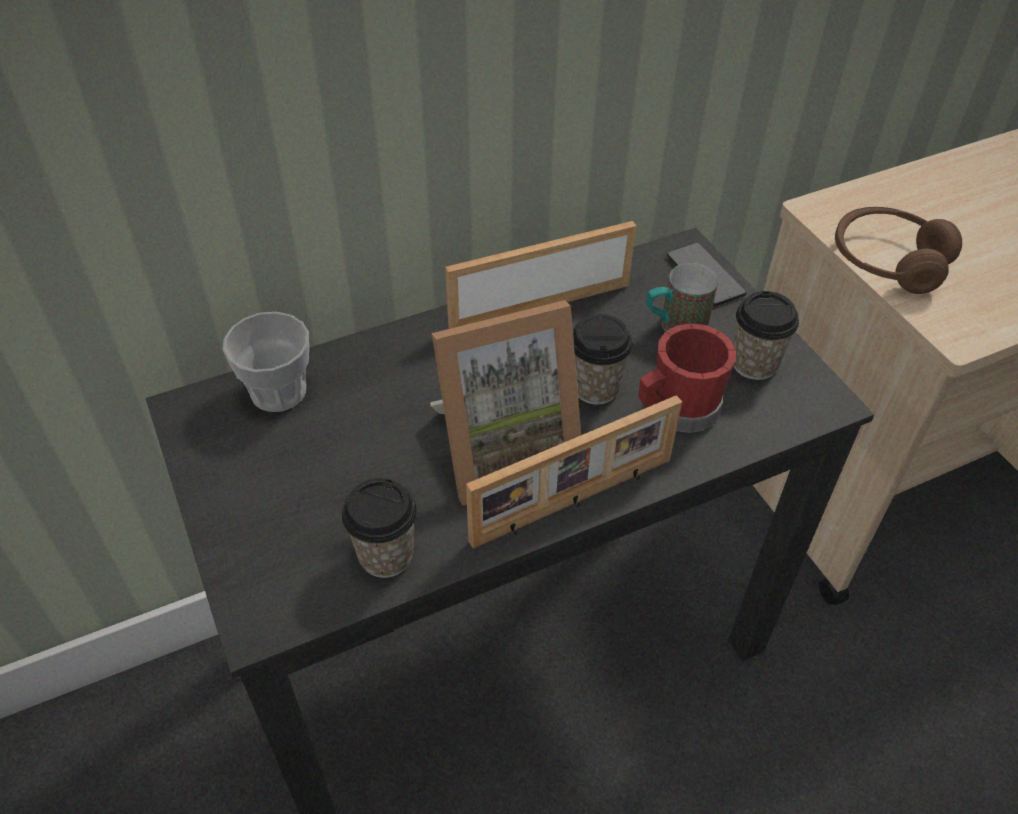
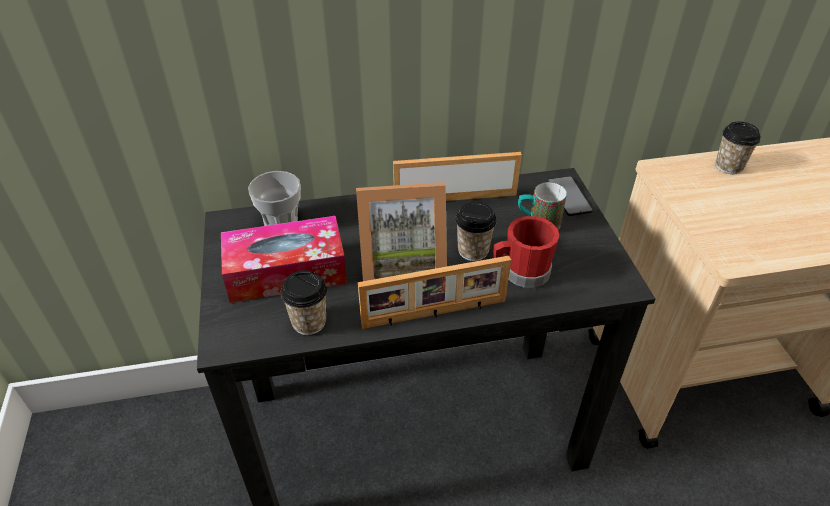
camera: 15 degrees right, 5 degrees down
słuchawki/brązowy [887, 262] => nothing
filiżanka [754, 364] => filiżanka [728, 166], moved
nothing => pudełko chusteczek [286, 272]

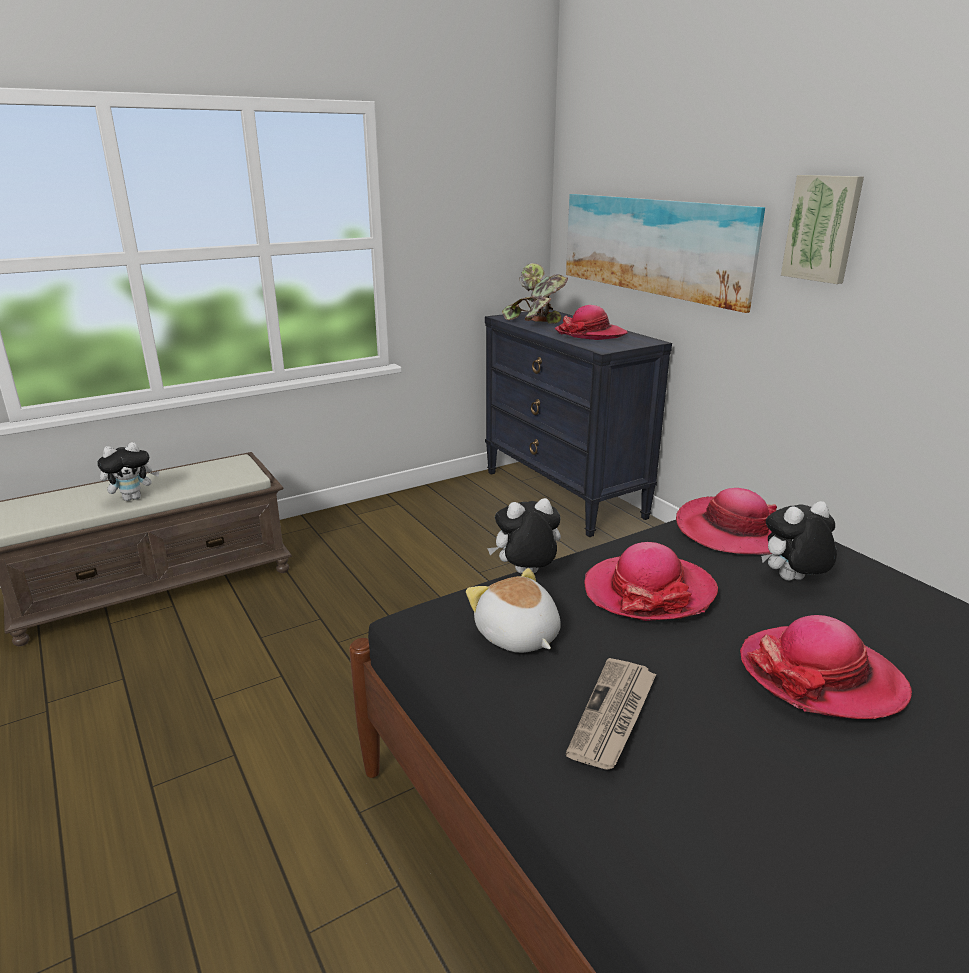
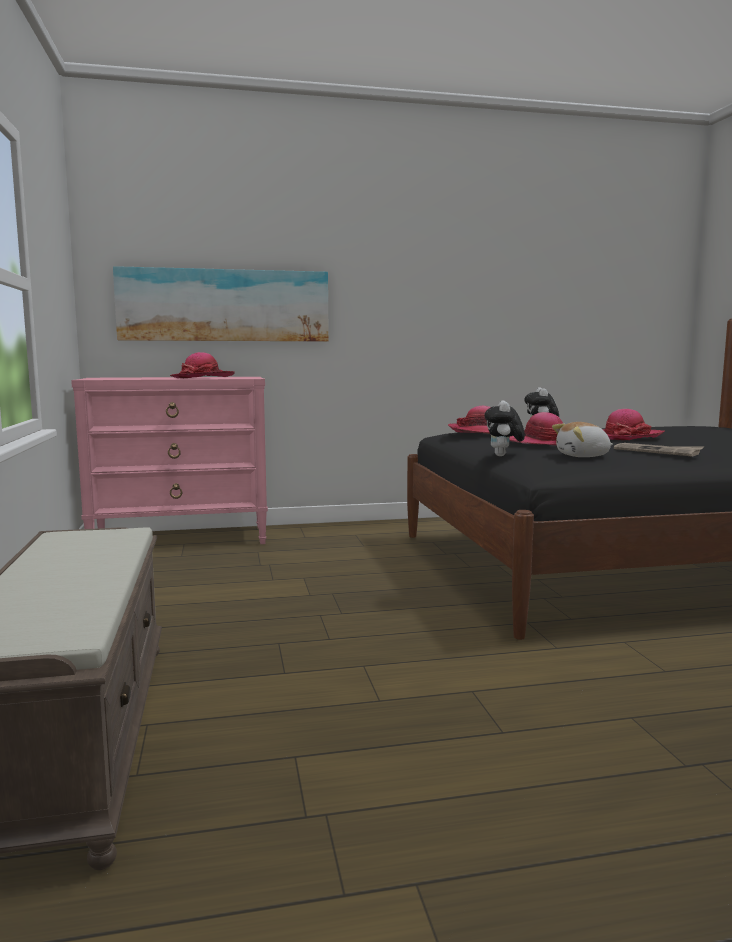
camera: 70 degrees left, 15 degrees down
obraz [822, 228] => nothing
roślina doniczkowa [535, 322] => nothing
komoda/czarny [564, 494] => komoda/różowy [181, 539]
pluszak [133, 498] => nothing

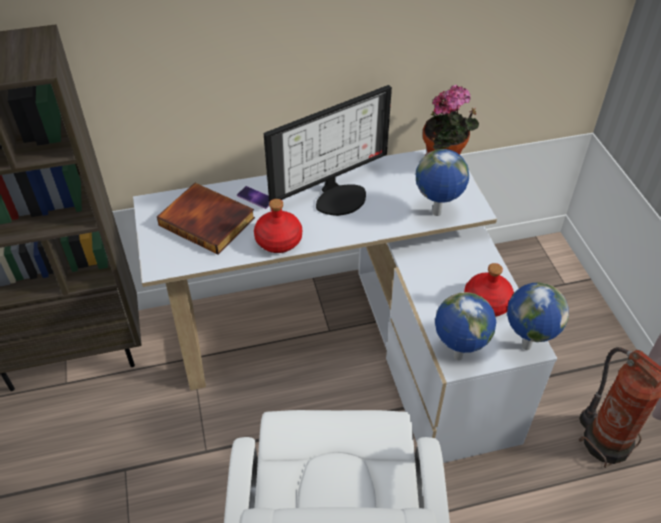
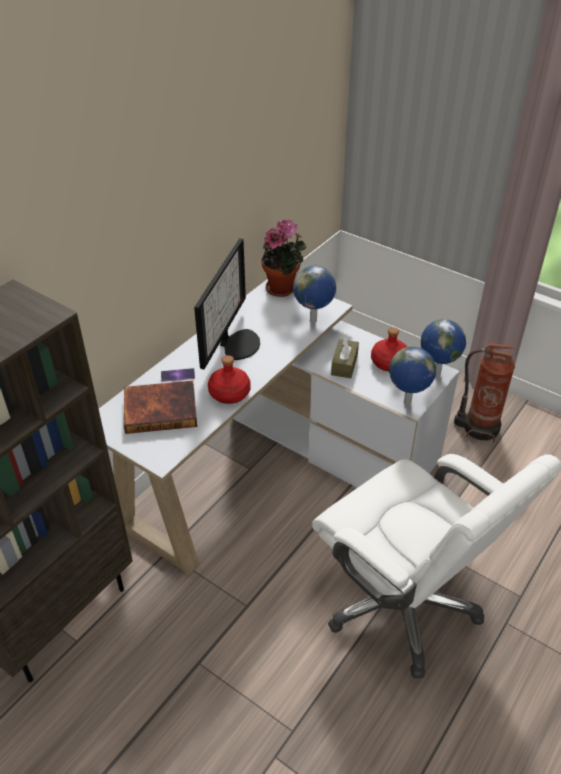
camera: 40 degrees left, 5 degrees down
nothing => pudełko chusteczek/brązowy [344, 364]

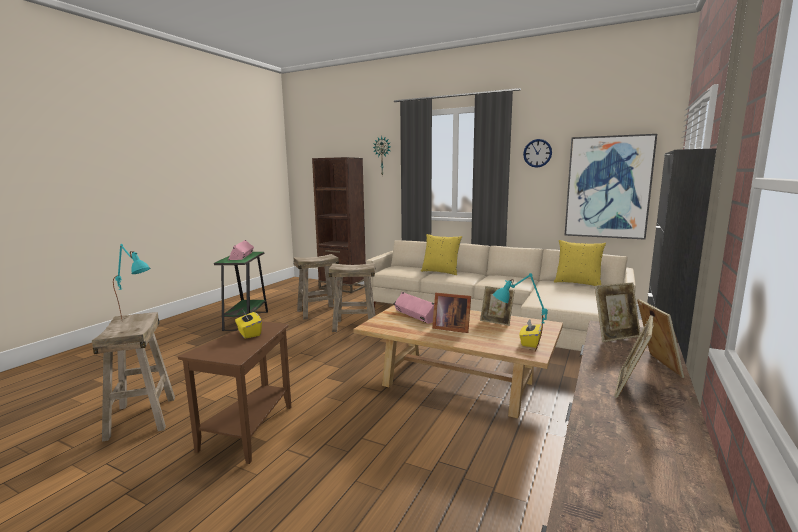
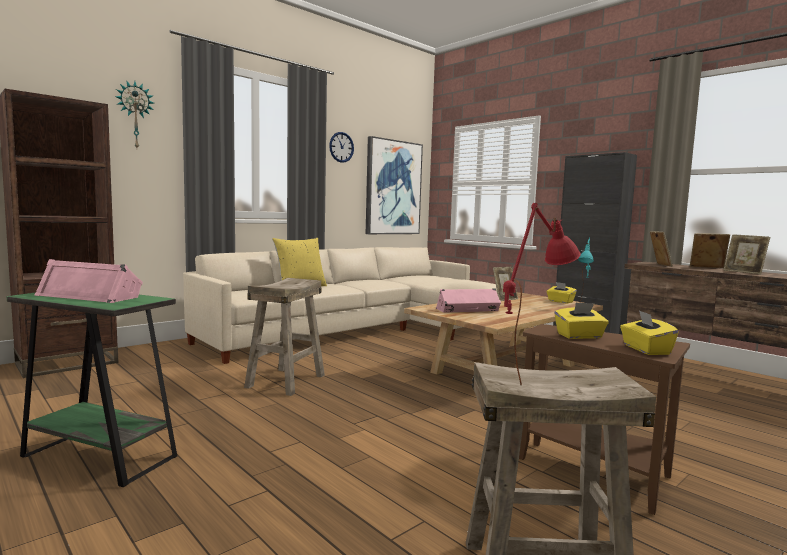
camera: 70 degrees left, 5 degrees down
poduszka/żółty [577, 283] => nothing
lampa stołowa/turkusowy [138, 322] => lampa stołowa/czerwony [532, 374]
stołek/beżowy [319, 312] => nothing
ramka na zdjęcie [450, 328] => nothing
nothing => pudełko chusteczek/żółty [645, 350]

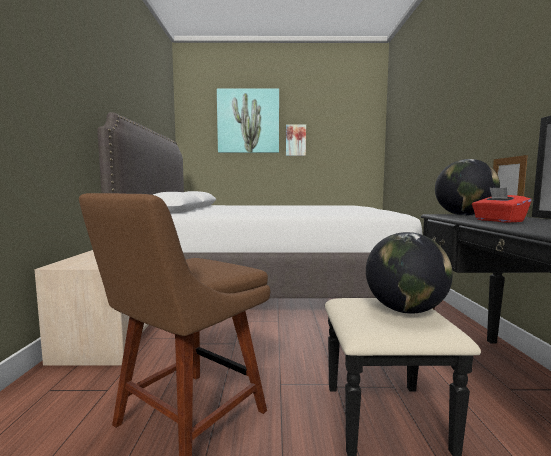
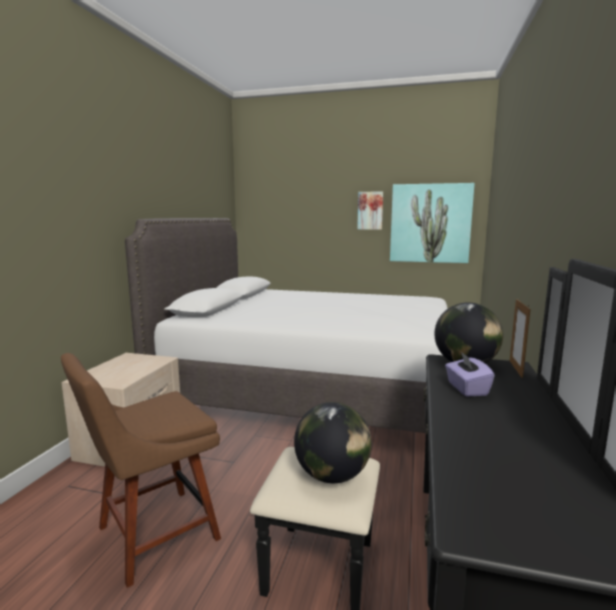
camera: 15 degrees right, 5 degrees up
obraz [248, 121] => obraz [430, 223], moved
pudełko chusteczek/czerwony [498, 221] => pudełko chusteczek/fioletowy [466, 389]

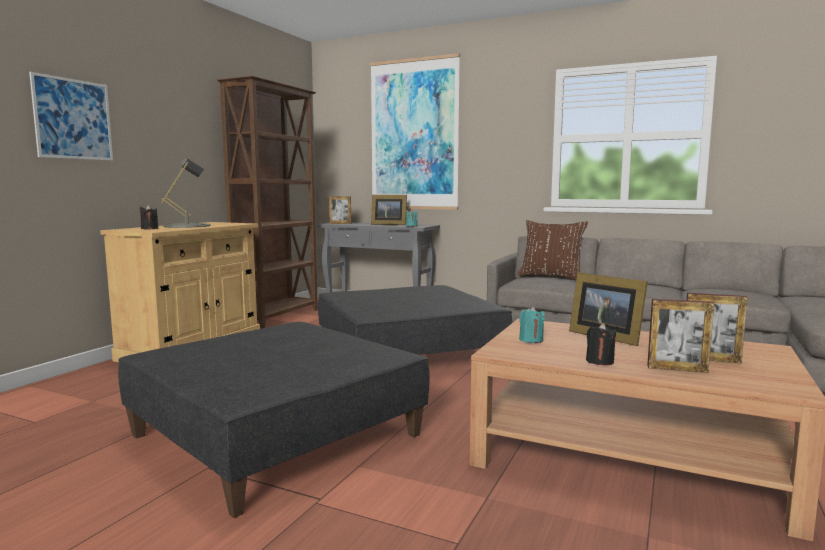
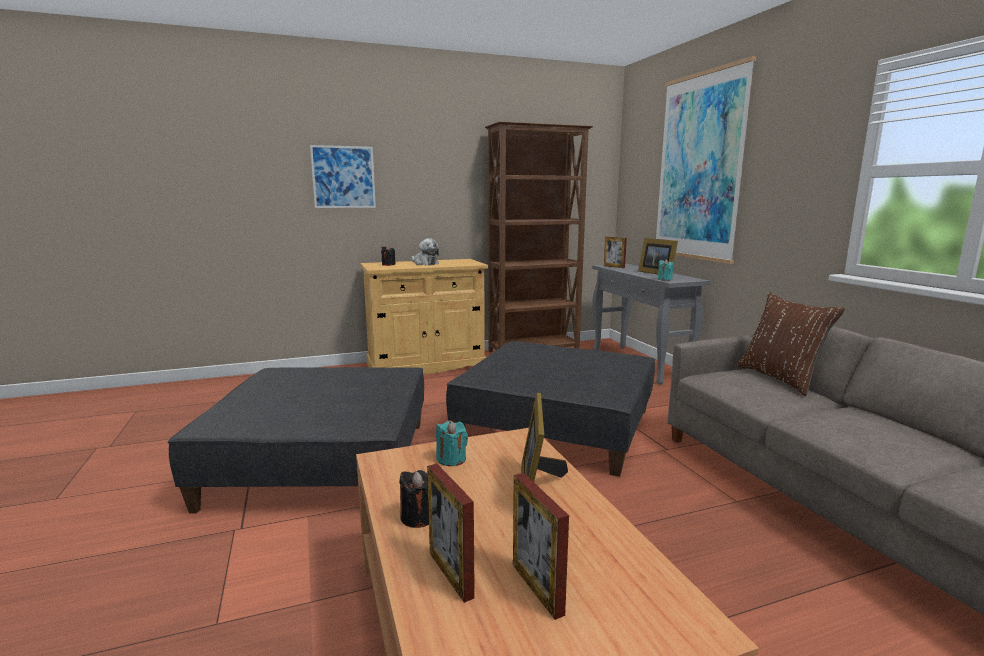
camera: 45 degrees right, 5 degrees up
lampa stołowa/szary [187, 226] => pluszak [424, 263]

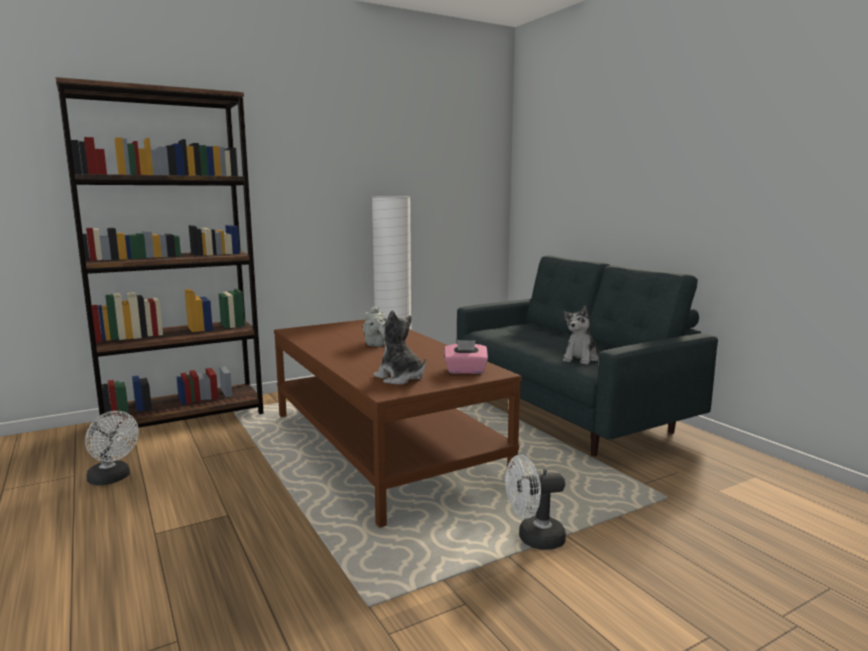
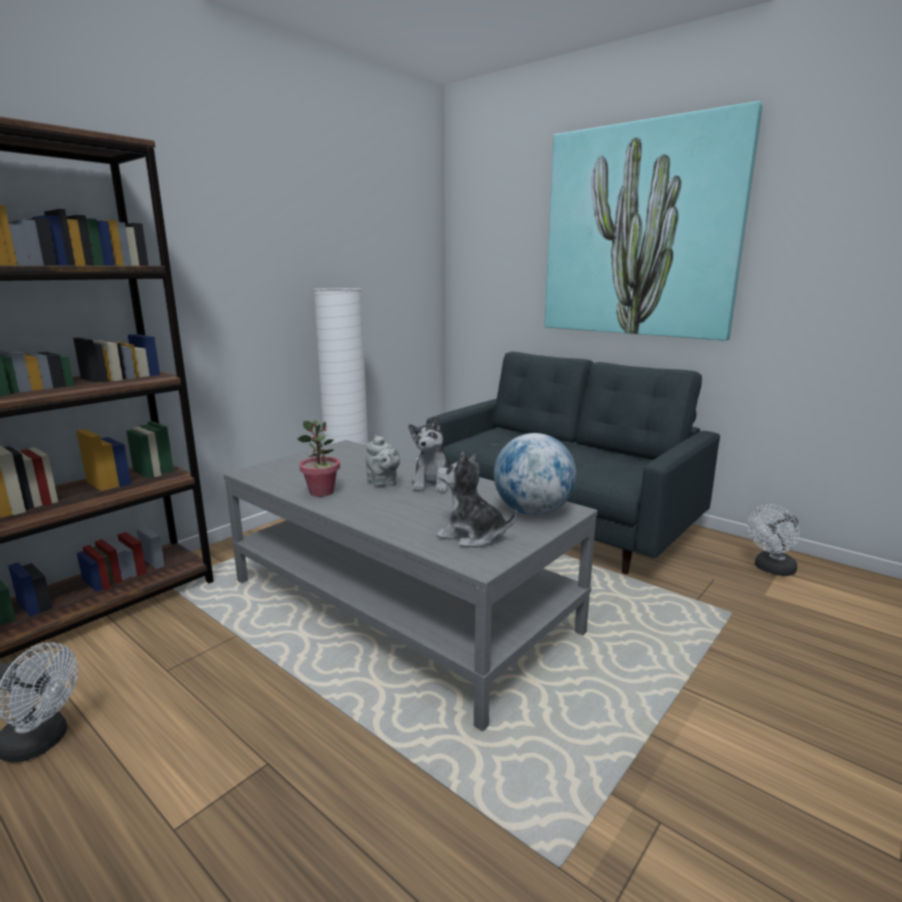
camera: 20 degrees left, 5 degrees up
pluszak [580, 359] => pluszak [434, 483], moved
ława/brązowy [382, 447] => ława/szary [399, 606]
pudełko chusteczek/różowy [465, 371] => globus [532, 512]
wentylator/biały [534, 539] => wentylator/biały [771, 569], moved
nothing => obraz [640, 232]
nothing => roślina doniczkowa [322, 492]

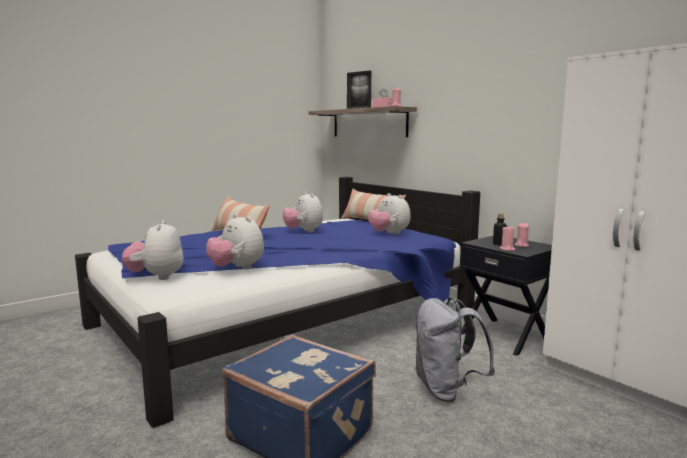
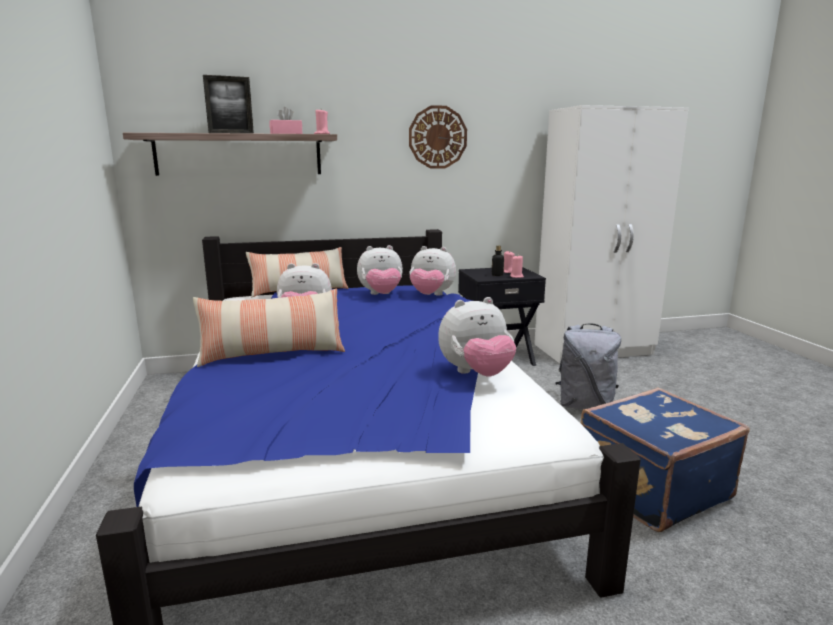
camera: 65 degrees left, 5 degrees up
pluszak [156, 277] => pluszak [431, 295], moved
nothing => zegar ścienny [437, 137]

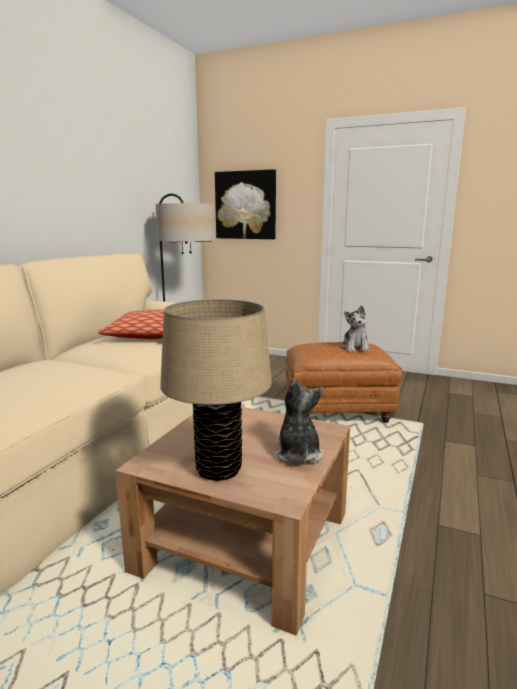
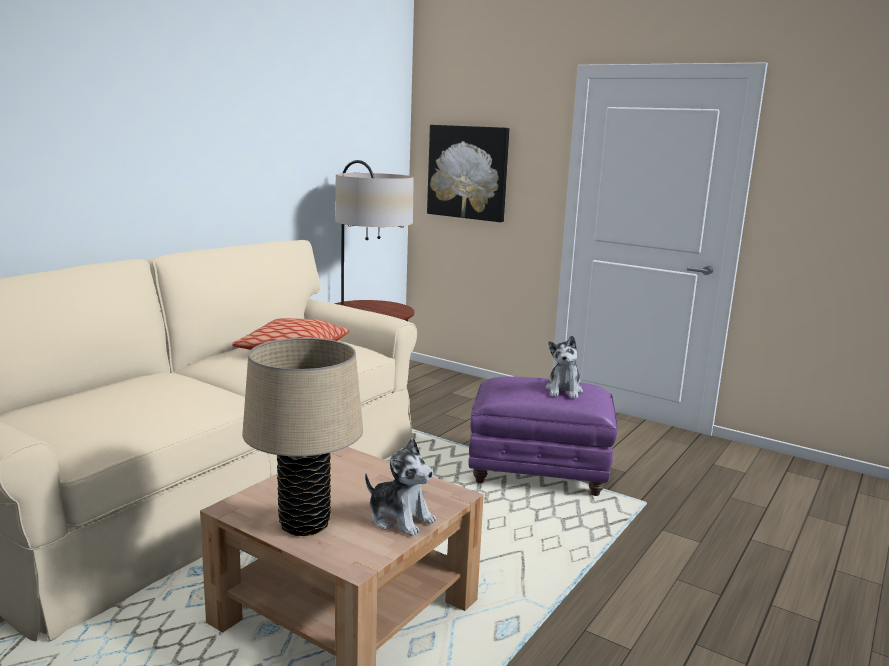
camera: 10 degrees right, 0 degrees up
pufa/brązowy [338, 411] => pufa/fioletowy [539, 472]
pluszak [297, 454] => pluszak [400, 518], 120 degrees clockwise

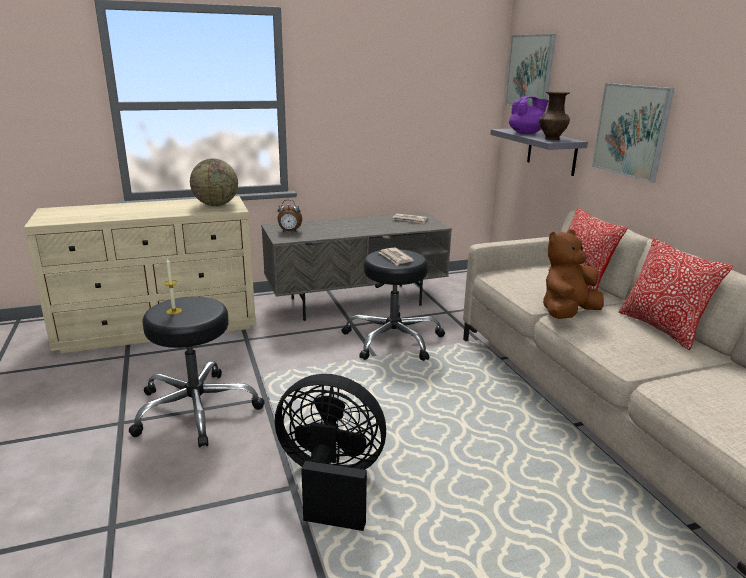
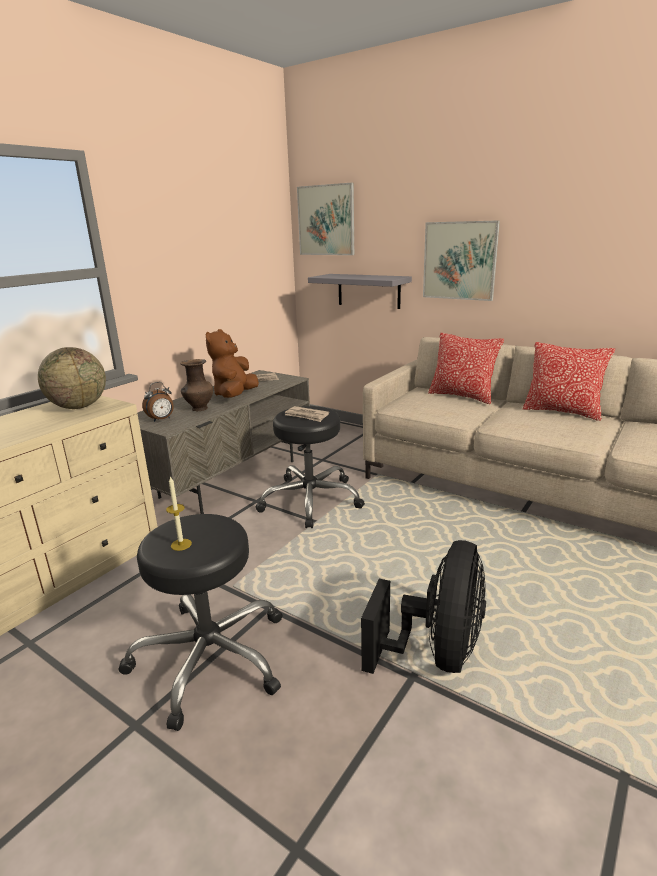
camera: 35 degrees left, 0 degrees up
wazon/brązowy [551, 139] => wazon/brązowy [199, 409], moved
imbryk/fioletowy [526, 133] => nothing
pluszak/brązowy [567, 314] => pluszak/brązowy [235, 395], moved
wentylator/czarny [330, 483] => wentylator/czarny [436, 653], 135 degrees clockwise

